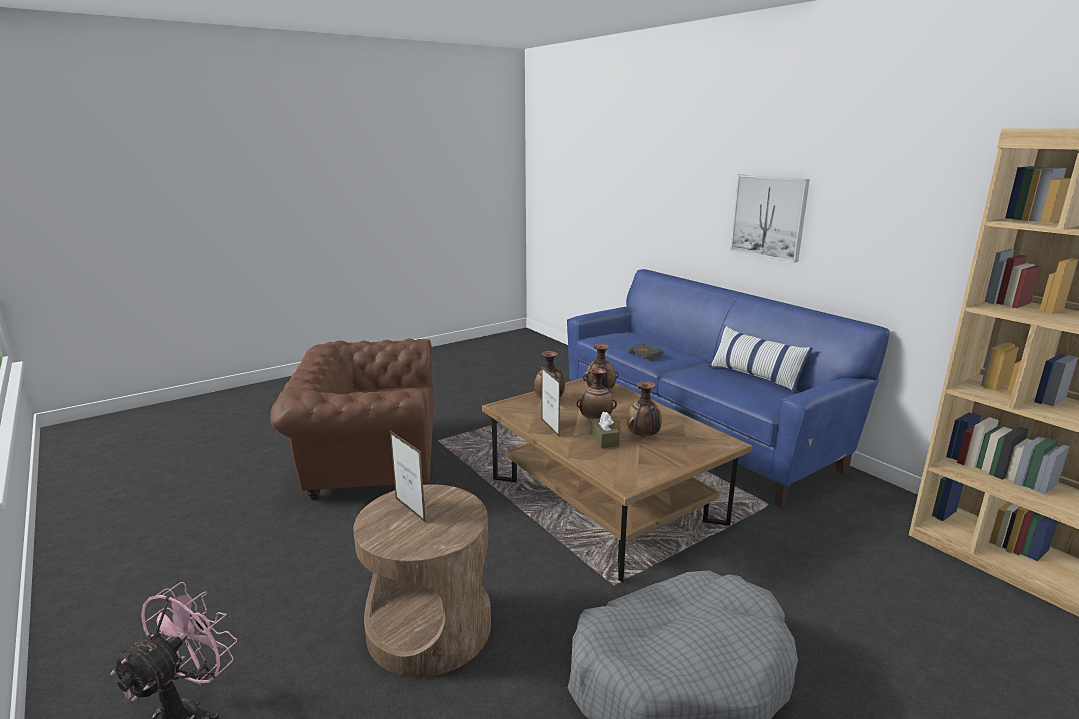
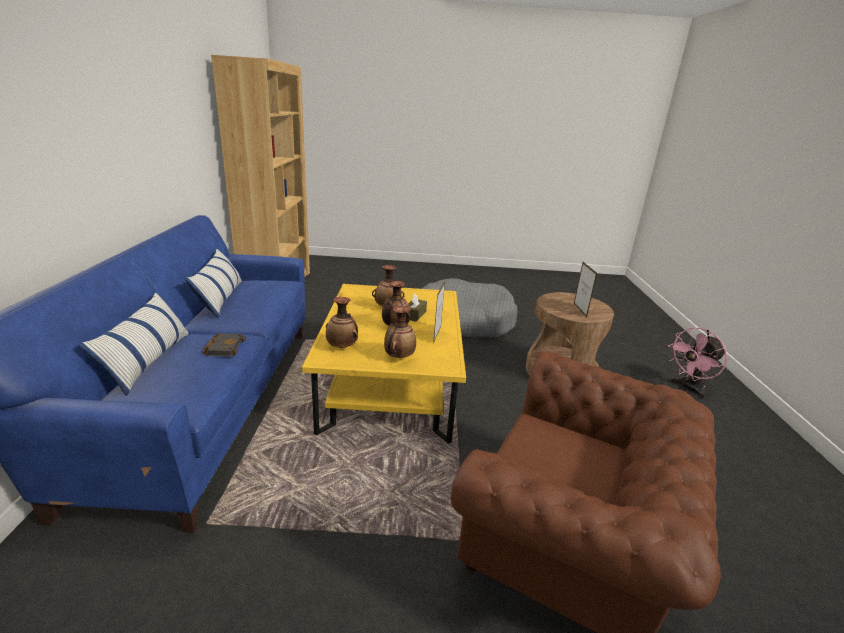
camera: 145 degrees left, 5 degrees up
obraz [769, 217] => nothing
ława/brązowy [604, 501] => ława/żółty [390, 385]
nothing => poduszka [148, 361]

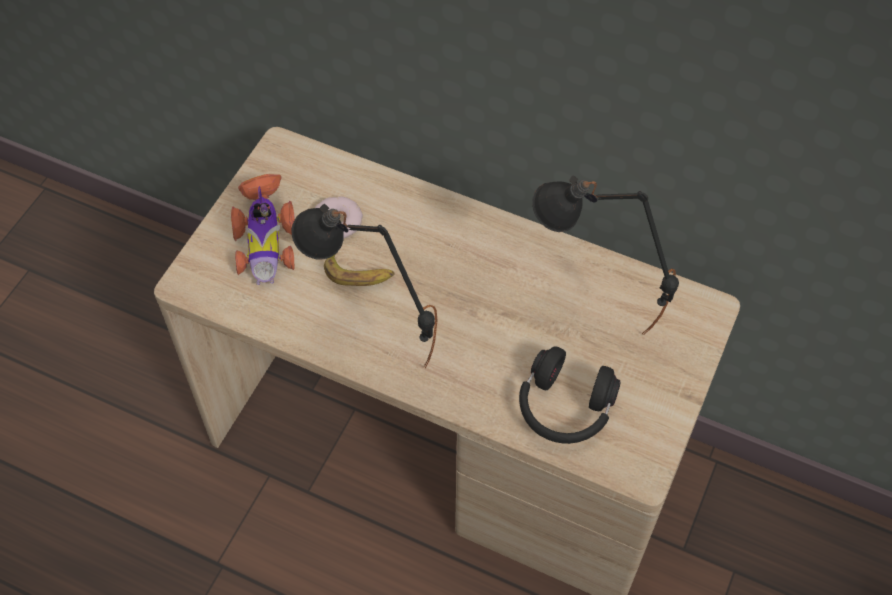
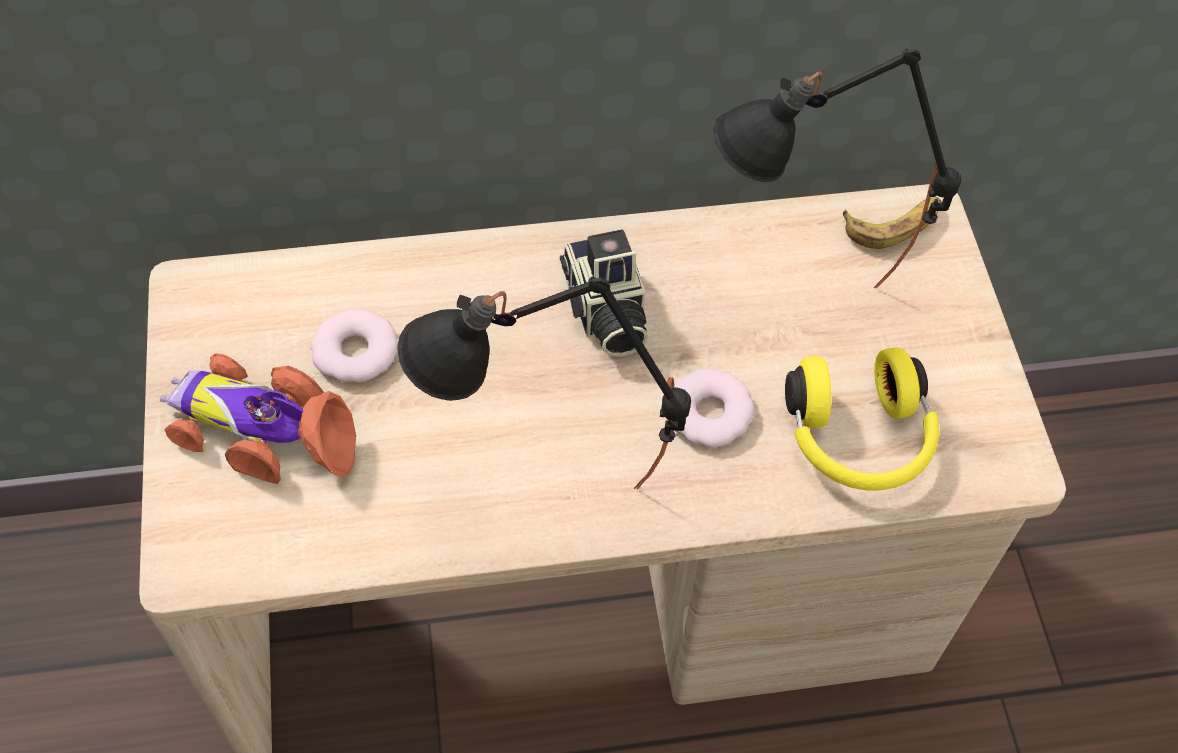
camera: 35 degrees left, 0 degrees up
samochodzik [265, 237] => samochodzik [263, 430], 150 degrees clockwise
banan [359, 274] => banan [893, 225], moved
słuchawki/czarny [564, 409] => słuchawki/żółty [858, 439]
nothing => aparat fotograficzny [604, 313]
nothing => donut [709, 414]

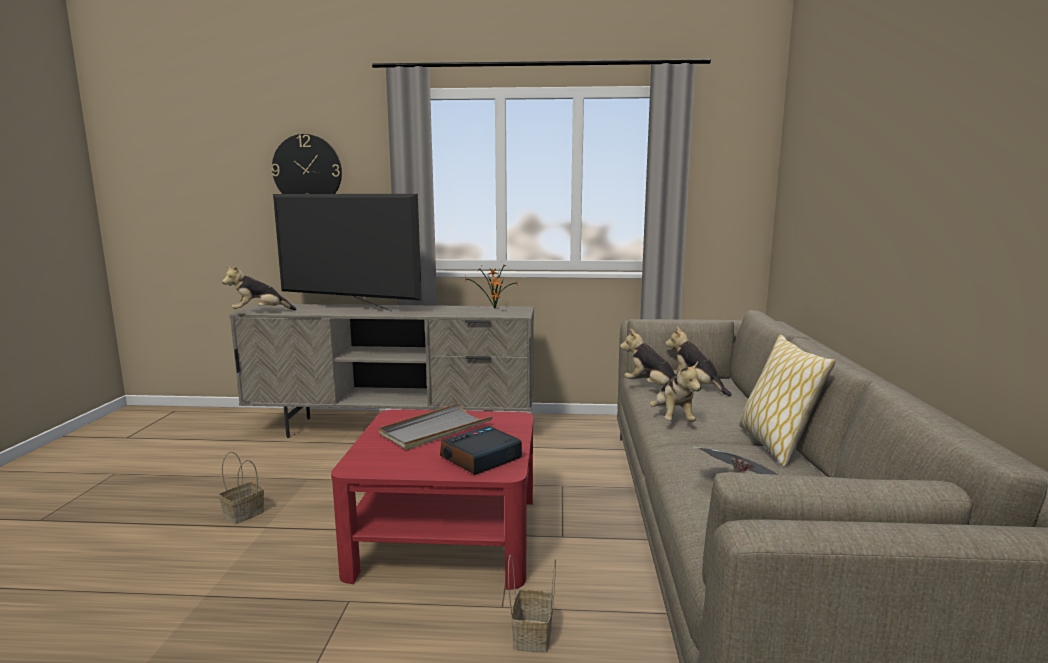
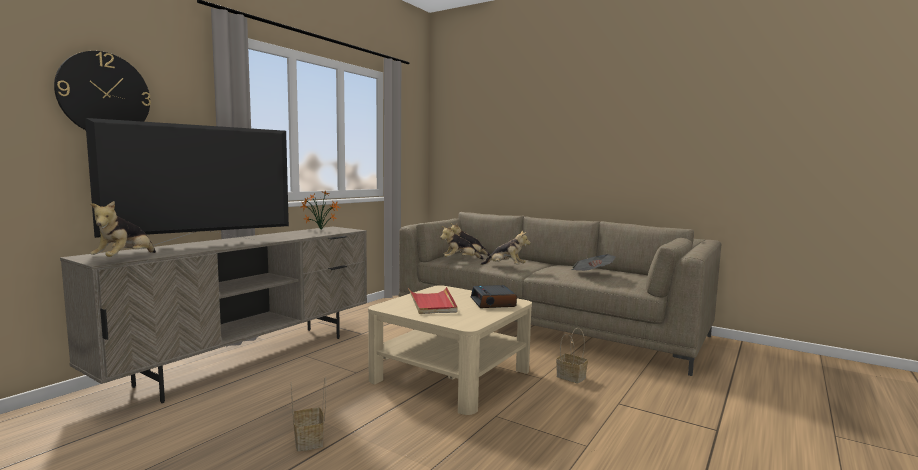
camera: 60 degrees left, 5 degrees down
poduszka [775, 445] => nothing
taca/szary [435, 430] => taca/czerwony [432, 303]
ława/czerwony [447, 535] => ława/beżowy [452, 375]

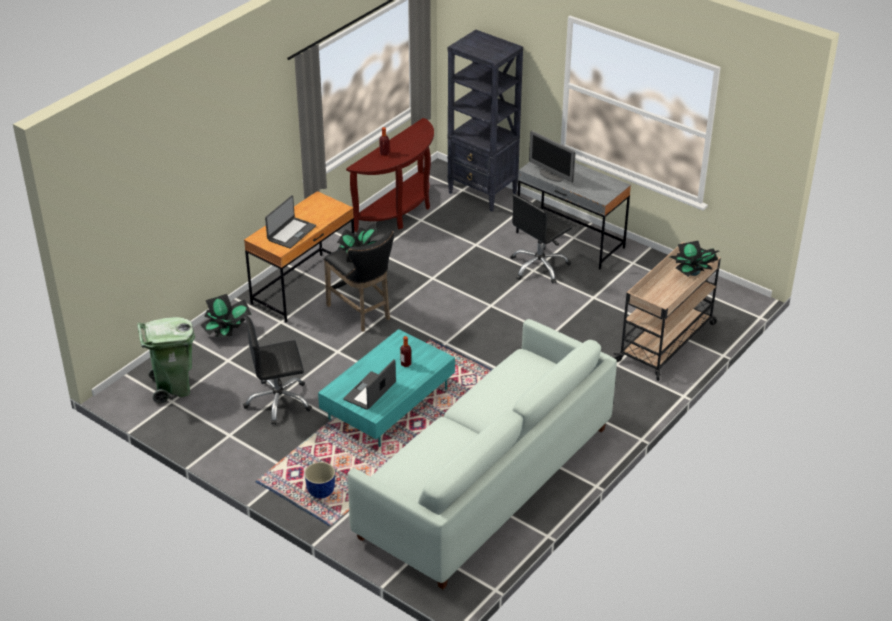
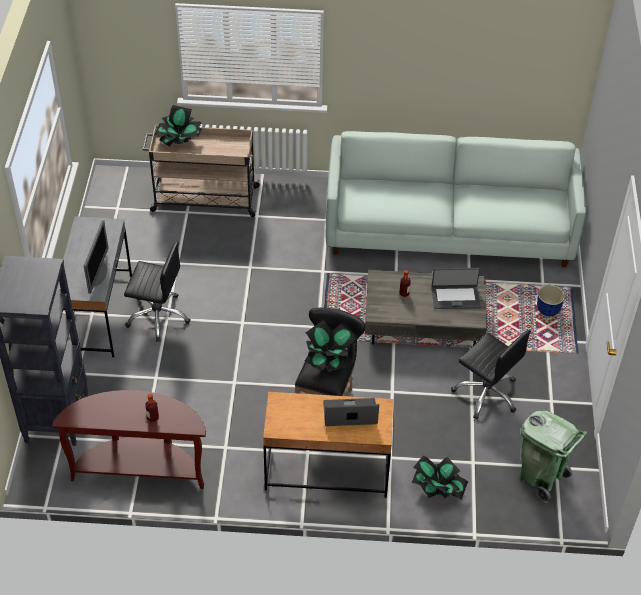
camera: 125 degrees left, 10 degrees up
ława/turkusowy [388, 405] => ława/szary [424, 322]

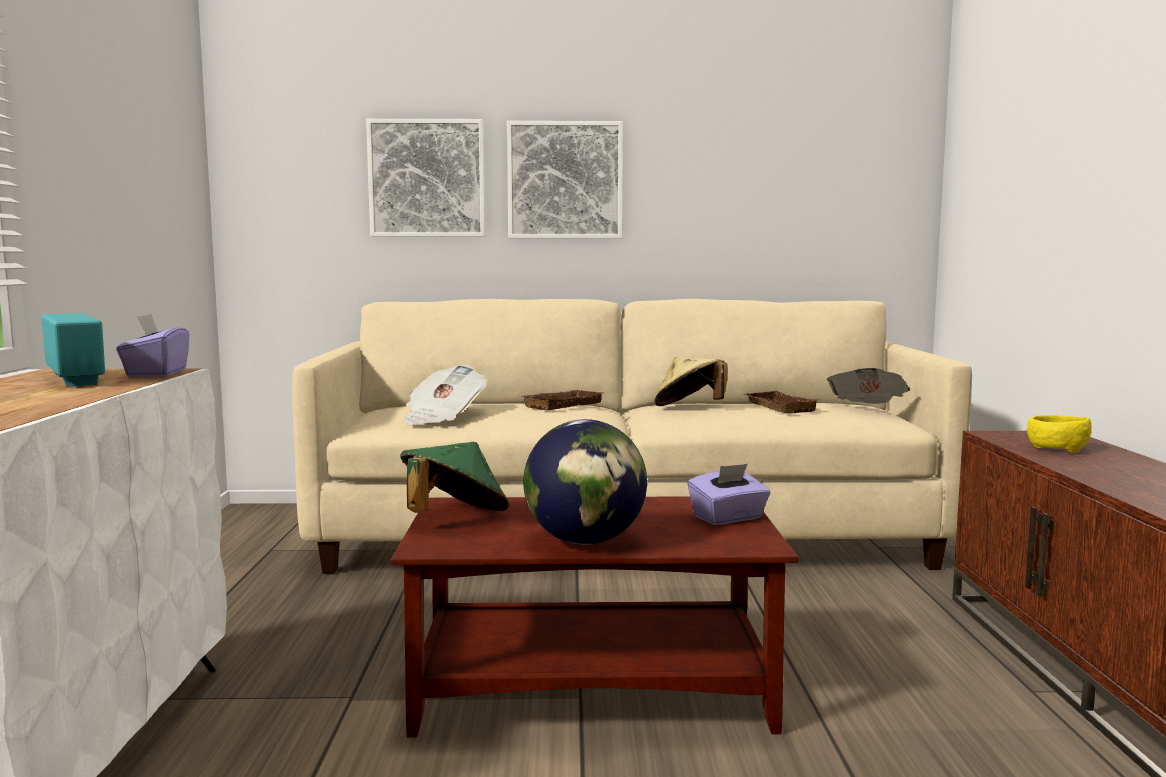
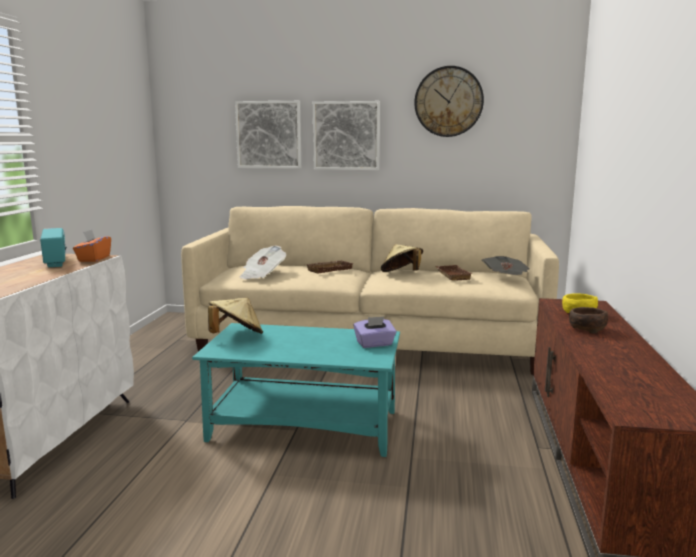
camera: 10 degrees right, 5 degrees up
pudełko chusteczek/fioletowy [156, 374] => pudełko chusteczek/pomarańczowy [93, 259]
globus [585, 541] => nothing
kapelusz/zielony [454, 518] => kapelusz/beżowy [236, 336]
ława/brązowy [595, 688] => ława/turkusowy [305, 425]
nothing => zegar ścienny [448, 102]
nothing => miska/brązowy [586, 329]

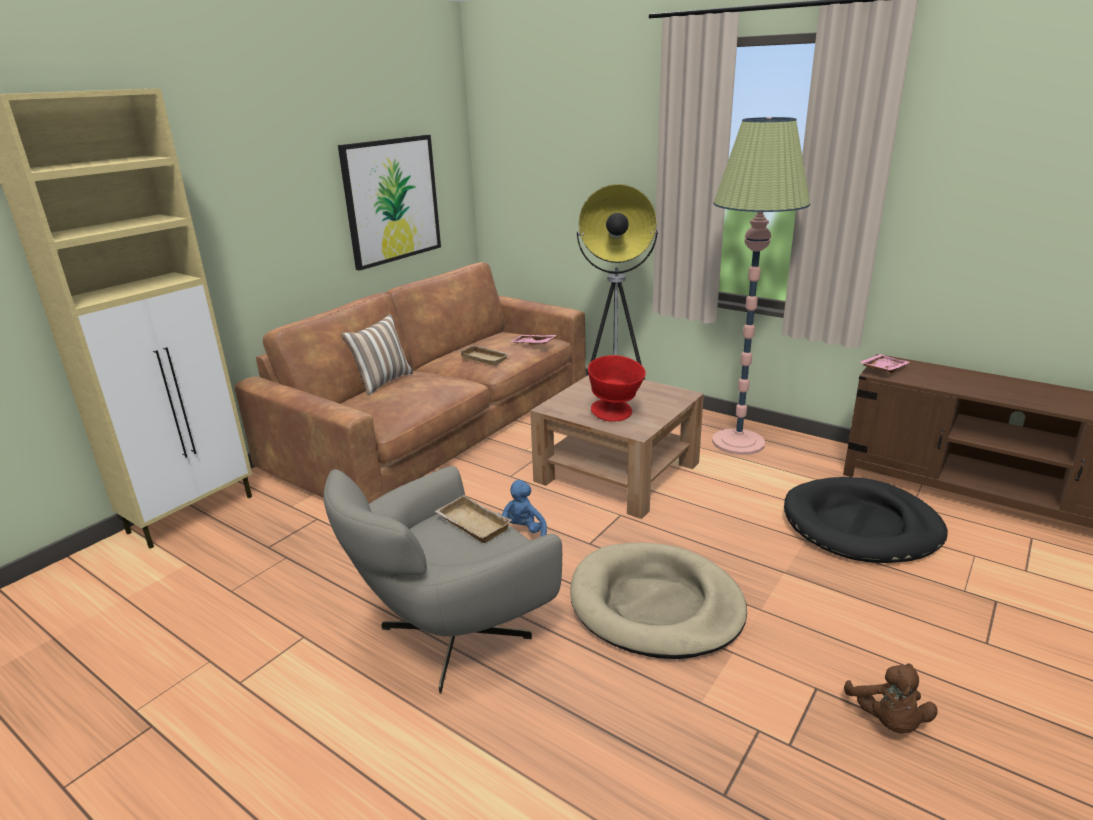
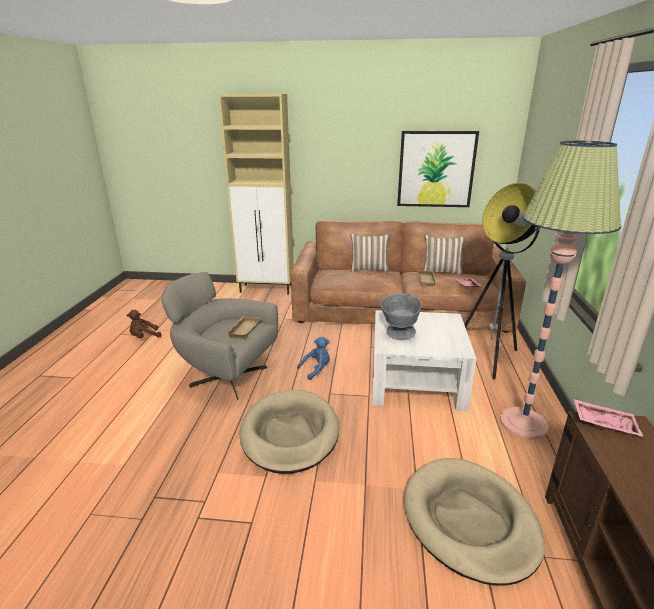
camera: 60 degrees right, 0 degrees up
miska/czerwony [615, 416] => miska/szary [398, 335]
ława/brązowy [617, 472] => ława/biały [416, 380]
legowisko/czarny [861, 525] => legowisko/beżowy [469, 521]
pluszak/brązowy [887, 720] => pluszak/brązowy [144, 337], moved
nothing => poduszka [442, 271]

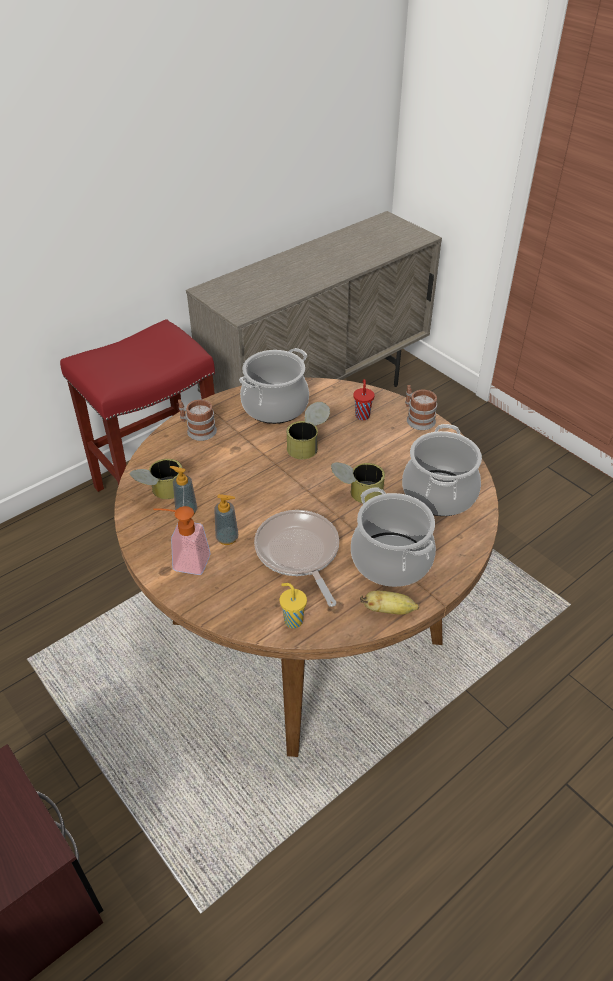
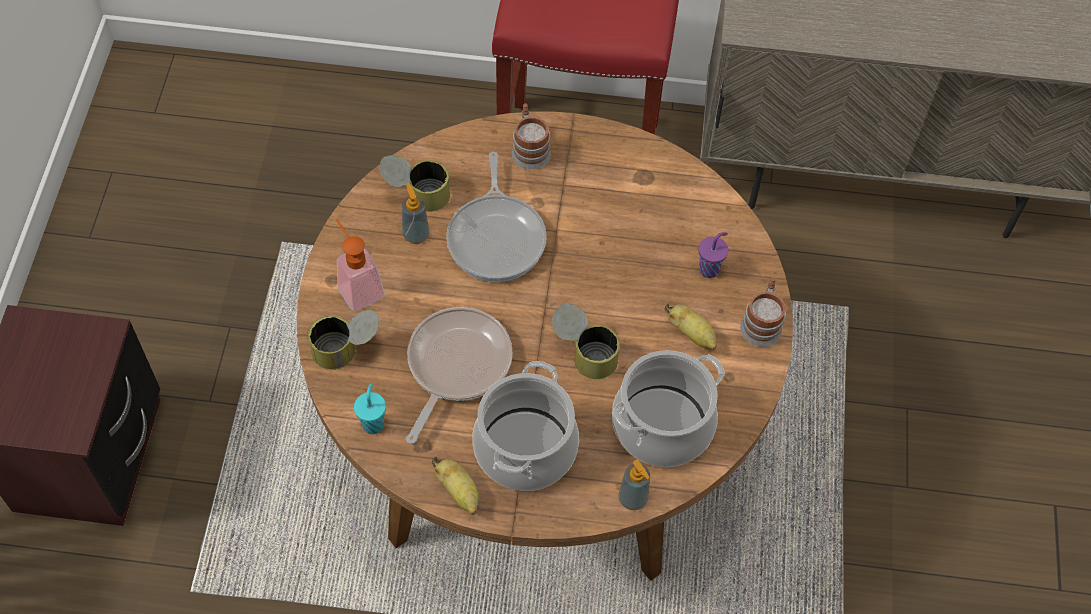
camera: 45 degrees right, 15 degrees up
garnek [275, 406] => nothing
filiżanka/czerwony [362, 415] => filiżanka/fioletowy [710, 269]
puszka [308, 444] => puszka [347, 350], moved
dozownik mydła [227, 538] => dozownik mydła [633, 498], moved
filiżanka/żółty [292, 620] => filiżanka/turkusowy [373, 423]
nothing => patelnia [497, 237]
nothing => banan [692, 334]

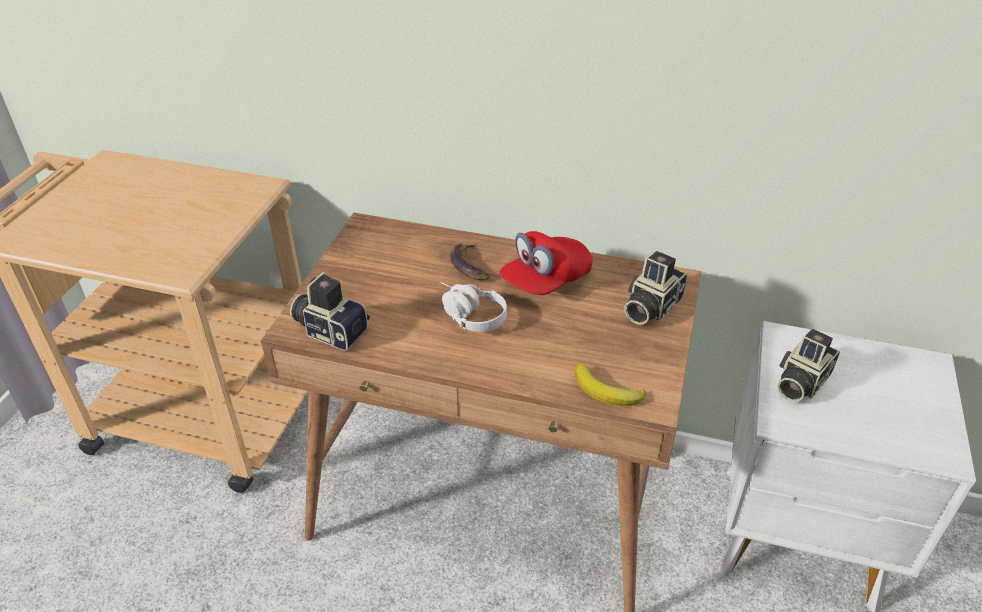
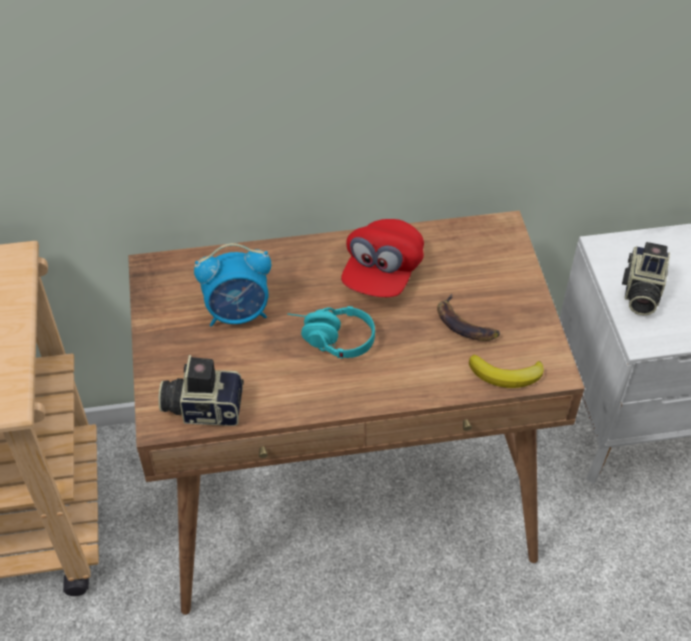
camera: 25 degrees left, 10 degrees up
banan [469, 265] => banan [465, 324], moved
aparat fotograficzny [649, 307] => nothing
słuchawki/biały [467, 315] => słuchawki/turkusowy [329, 339]
nothing => budzik [238, 313]

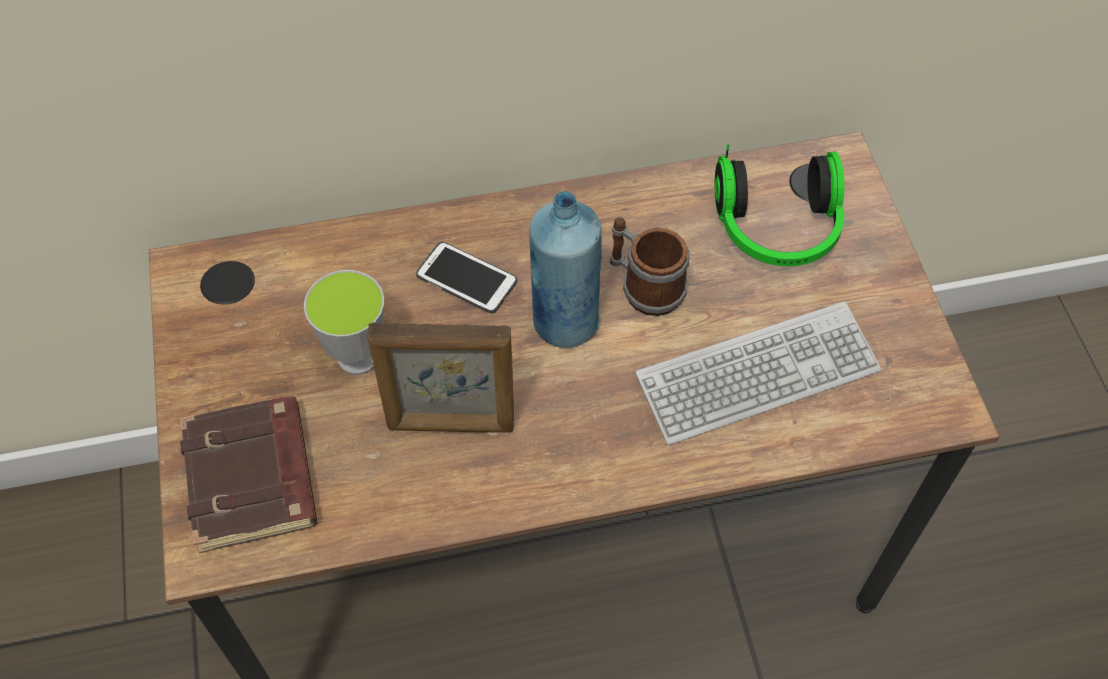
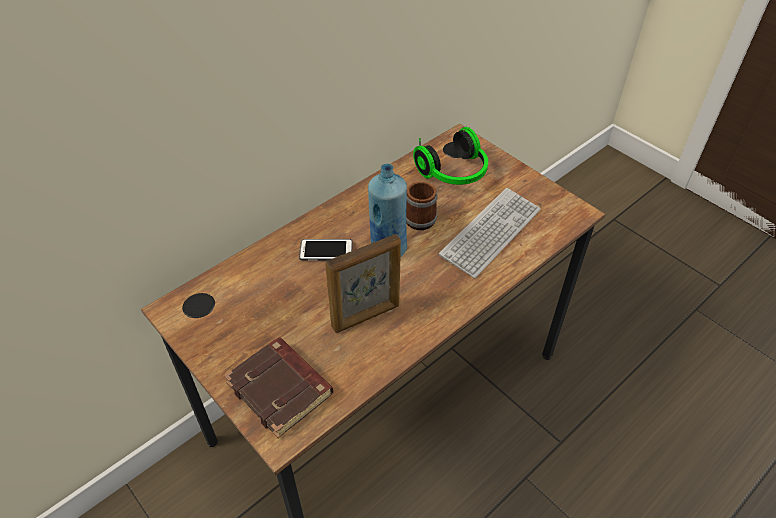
camera: 30 degrees left, 10 degrees down
filiżanka [358, 357] => nothing

